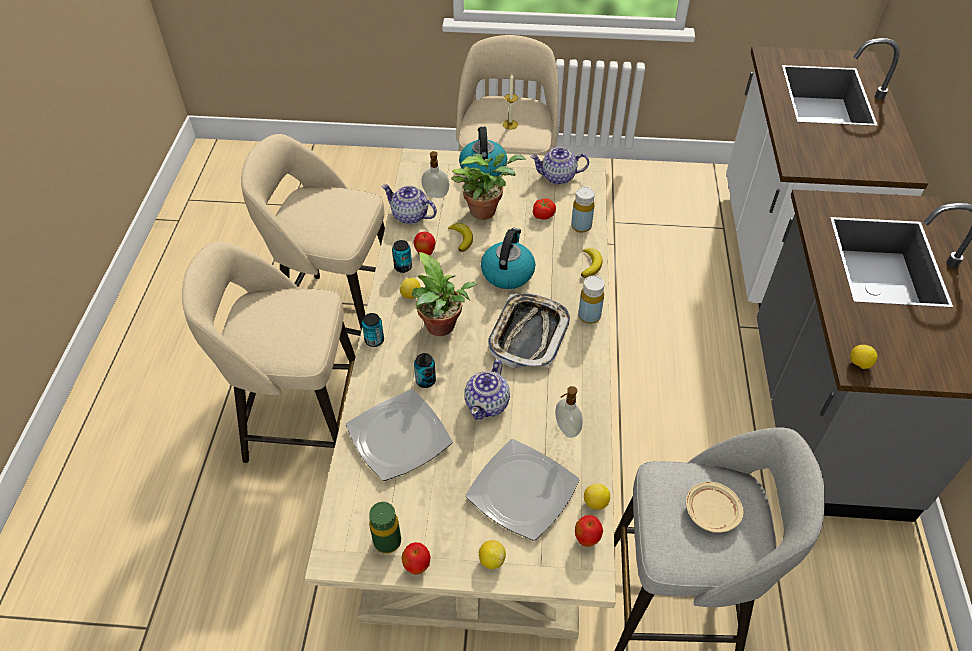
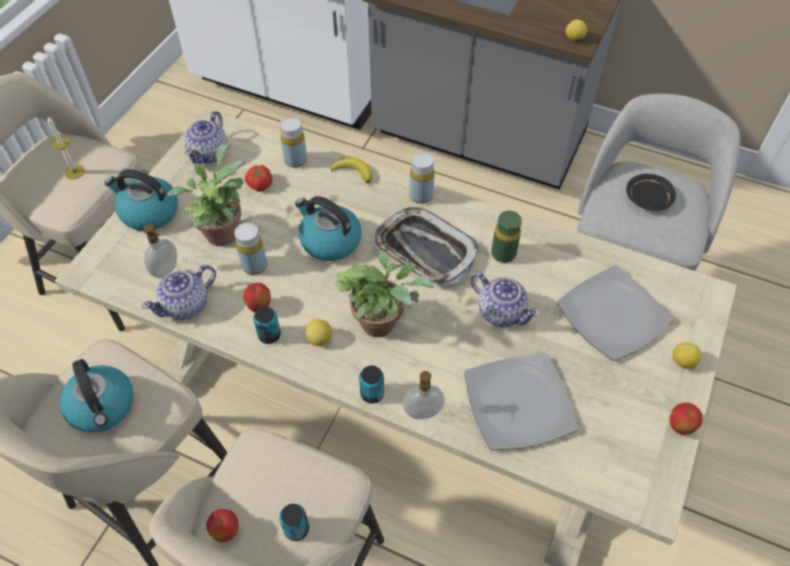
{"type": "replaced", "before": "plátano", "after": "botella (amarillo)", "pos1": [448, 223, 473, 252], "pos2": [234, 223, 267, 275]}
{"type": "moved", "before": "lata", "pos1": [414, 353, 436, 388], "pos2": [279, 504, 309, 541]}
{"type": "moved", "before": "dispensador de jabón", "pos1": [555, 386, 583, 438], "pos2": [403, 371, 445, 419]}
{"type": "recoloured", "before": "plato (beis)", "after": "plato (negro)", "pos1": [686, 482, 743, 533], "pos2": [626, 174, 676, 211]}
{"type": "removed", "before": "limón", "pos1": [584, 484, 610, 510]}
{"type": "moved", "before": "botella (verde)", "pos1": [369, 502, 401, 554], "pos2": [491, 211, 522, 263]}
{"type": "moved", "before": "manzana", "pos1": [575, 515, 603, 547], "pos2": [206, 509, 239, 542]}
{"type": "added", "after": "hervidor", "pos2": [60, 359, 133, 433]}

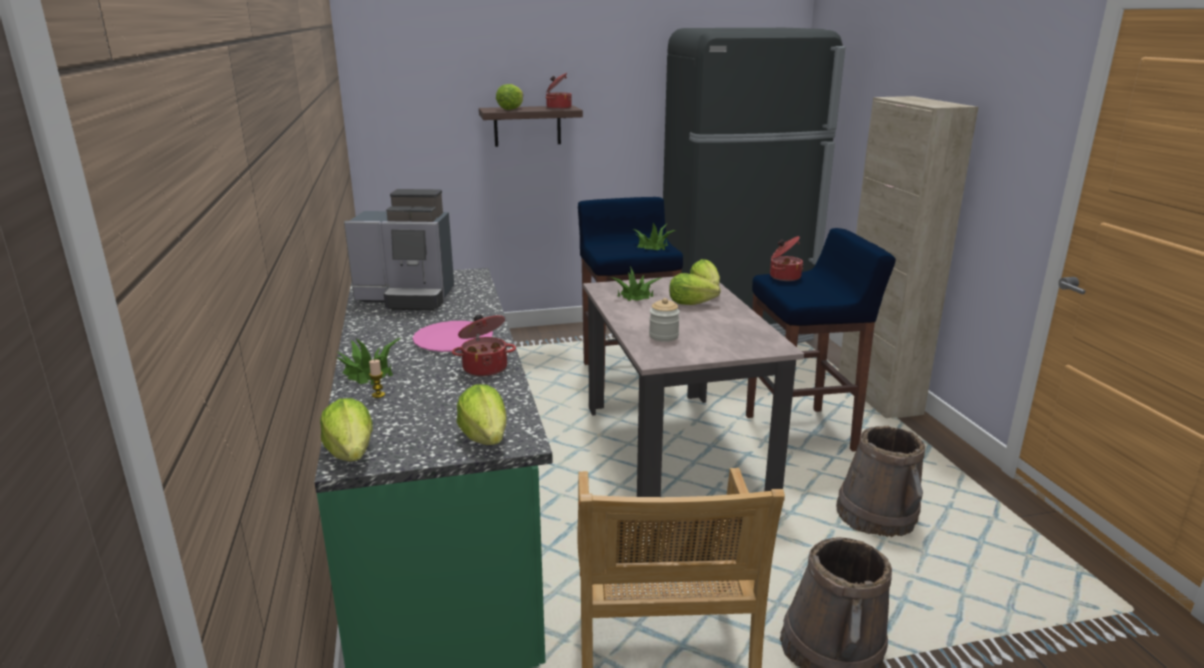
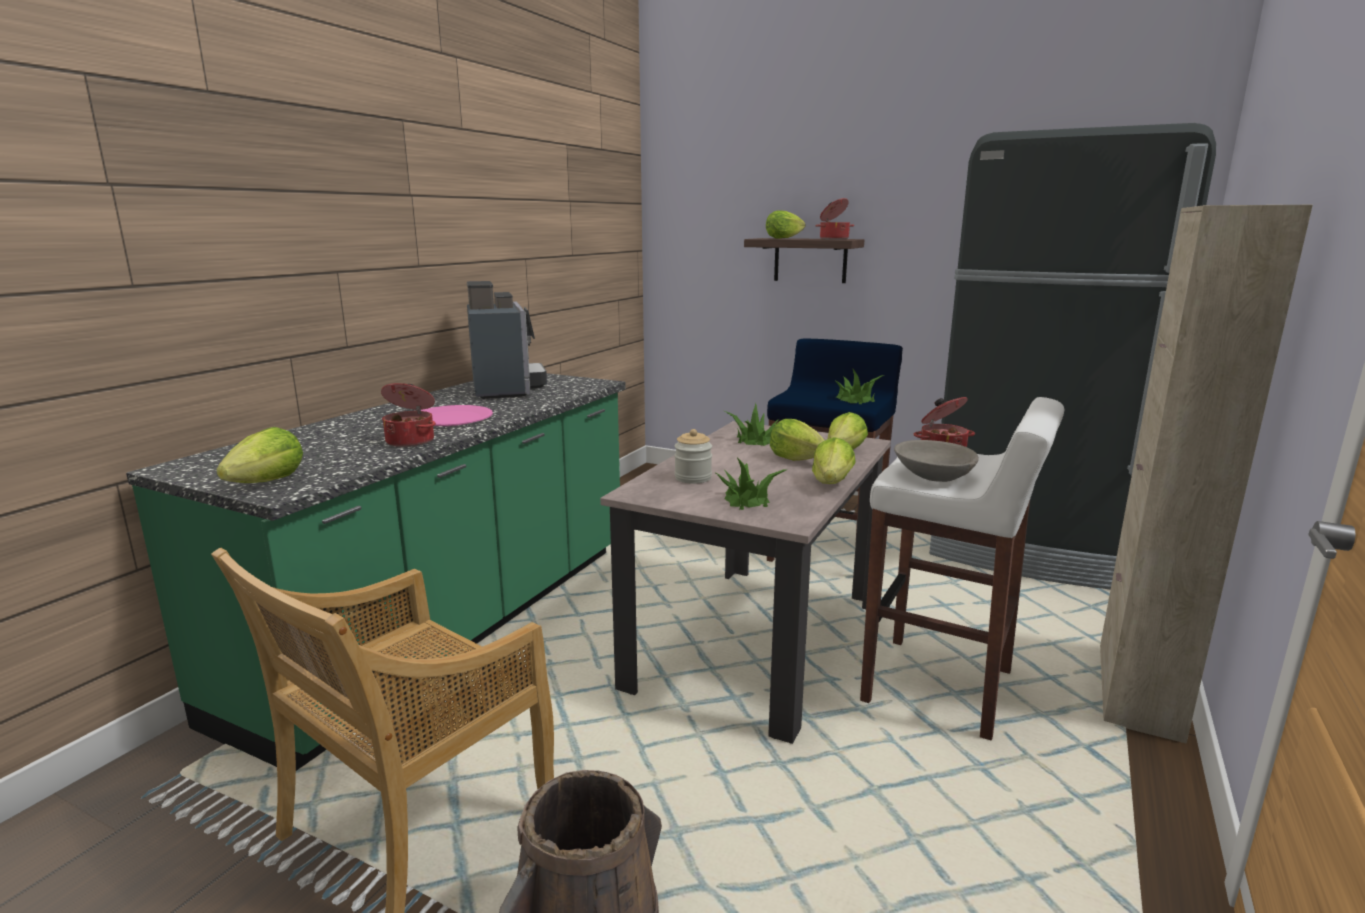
{"type": "turned", "before": "cafetera", "pos1": [344, 189, 454, 311], "pos2": [467, 281, 547, 399], "turn": -150}
{"type": "recoloured", "before": "taburete (azul)", "after": "taburete (blanco)", "pos1": [746, 228, 896, 452], "pos2": [860, 397, 1064, 741]}
{"type": "moved", "before": "planta en maceta", "pos1": [335, 338, 401, 385], "pos2": [714, 458, 786, 510]}
{"type": "removed", "before": "vela", "pos1": [369, 360, 385, 398]}
{"type": "moved", "before": "lechuga", "pos1": [320, 398, 373, 461], "pos2": [812, 437, 856, 484]}
{"type": "removed", "before": "cubo (marrón)", "pos1": [836, 426, 925, 537]}
{"type": "added", "after": "cuenco (gris)", "pos2": [894, 440, 979, 482]}

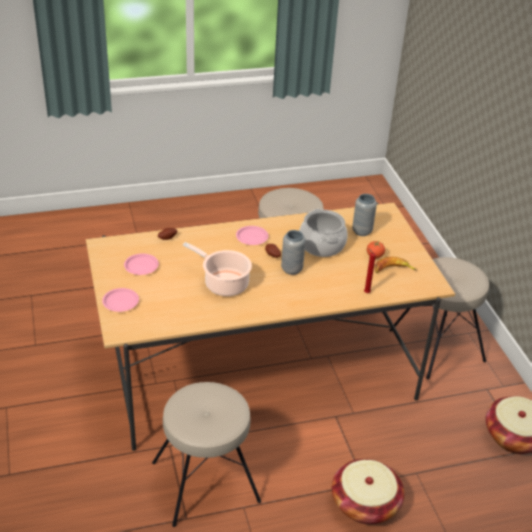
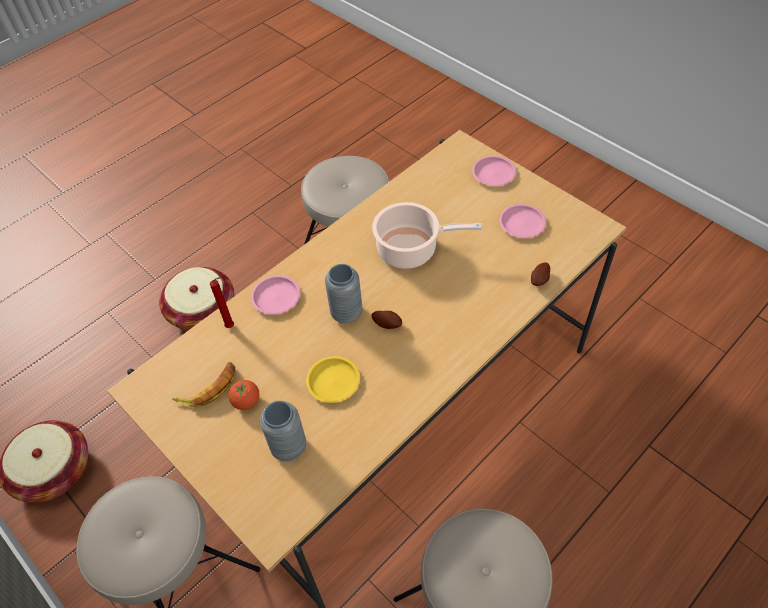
{"type": "replaced", "before": "olla", "after": "plato (amarillo)", "pos1": [299, 209, 347, 257], "pos2": [306, 356, 360, 403]}
{"type": "moved", "before": "plato (rosa)", "pos1": [236, 226, 269, 245], "pos2": [251, 275, 300, 315]}

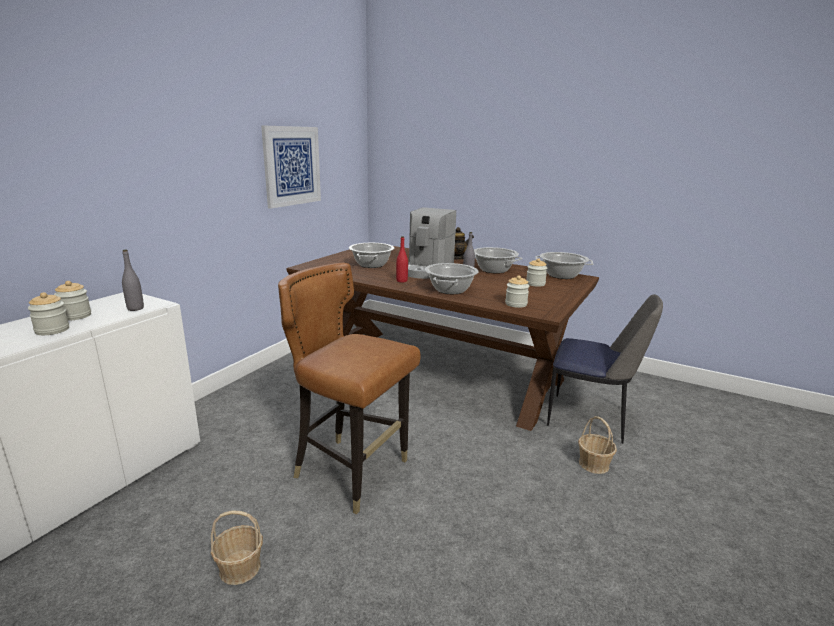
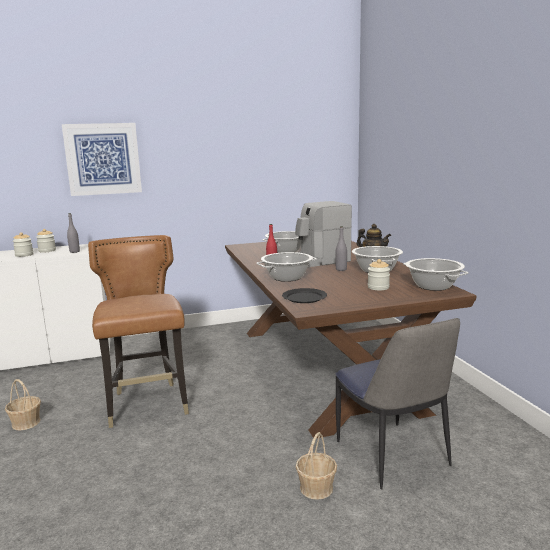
{"type": "moved", "before": "cuadro", "pos1": [261, 125, 321, 209], "pos2": [62, 123, 142, 196]}
{"type": "replaced", "before": "tarro", "after": "plato (negro)", "pos1": [505, 275, 529, 308], "pos2": [282, 288, 327, 303]}

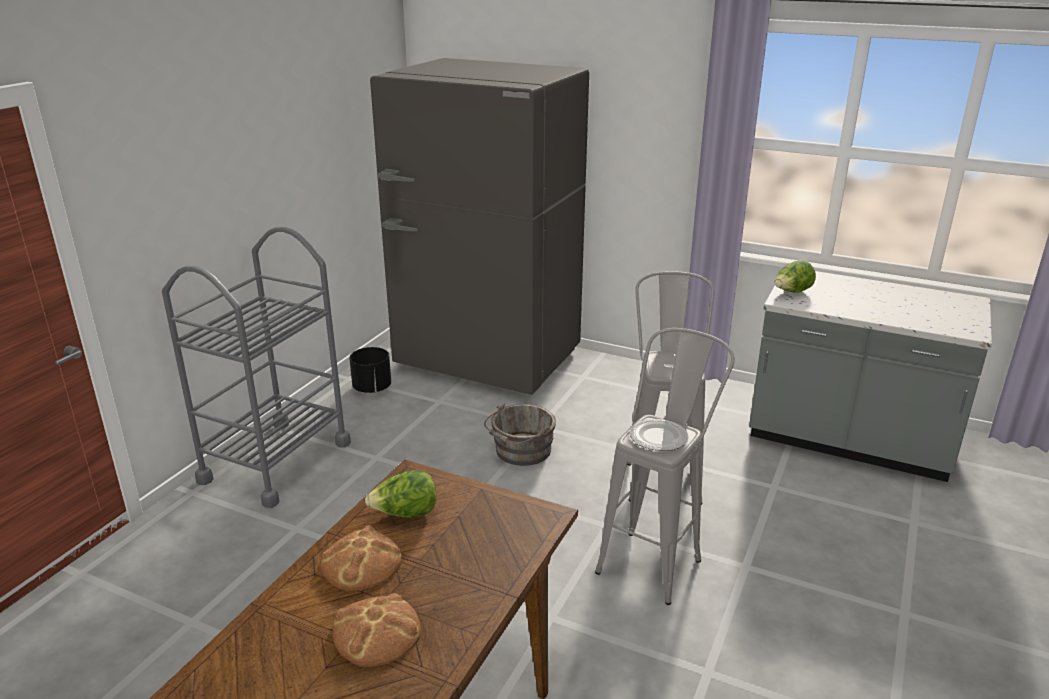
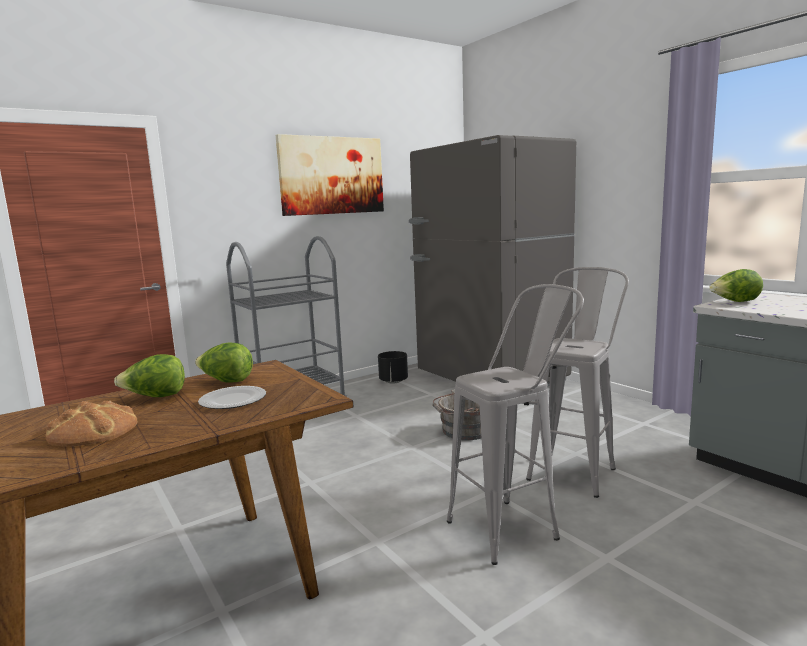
{"type": "moved", "before": "plato", "pos1": [630, 419, 689, 451], "pos2": [198, 386, 266, 409]}
{"type": "replaced", "before": "pan", "after": "lechuga", "pos1": [320, 525, 402, 591], "pos2": [114, 354, 185, 397]}
{"type": "added", "after": "cuadro", "pos2": [276, 134, 384, 216]}

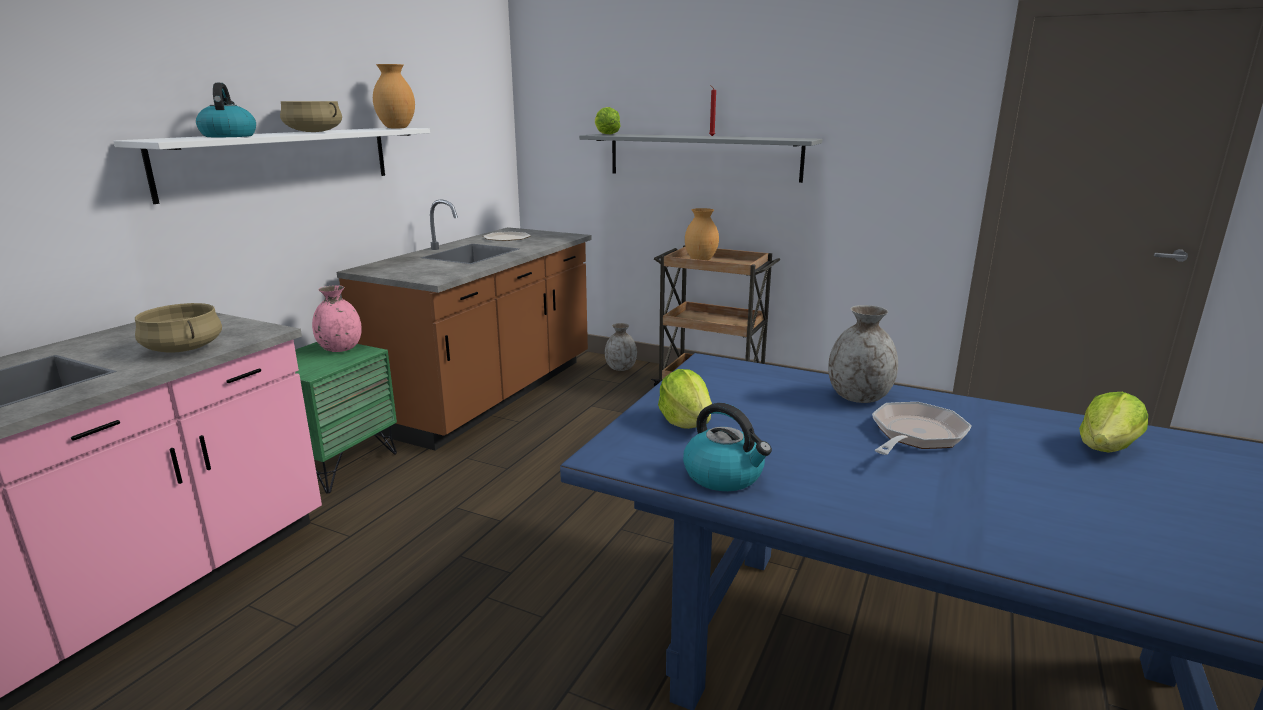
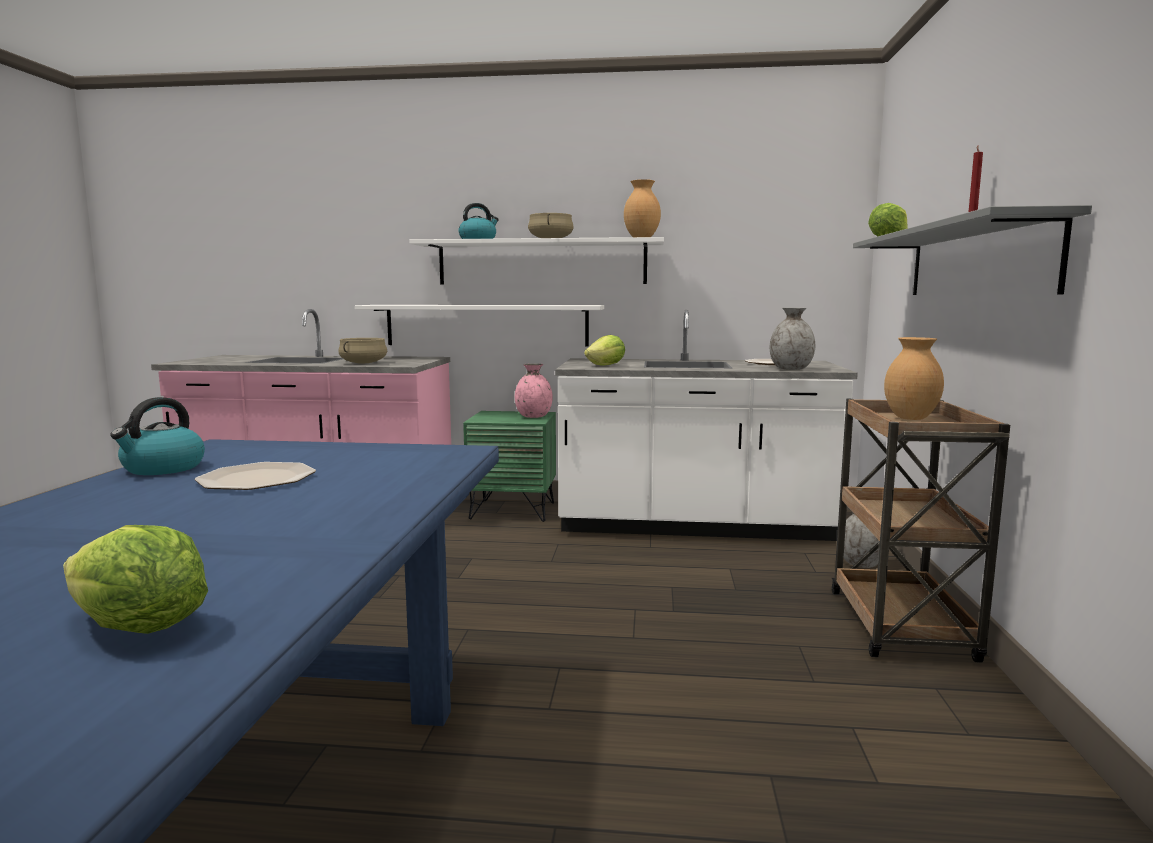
{"type": "recoloured", "before": "mueble bajo de cocina (marrón)", "after": "mueble bajo de cocina (blanco)", "pos1": [336, 199, 591, 450], "pos2": [555, 310, 858, 541]}
{"type": "moved", "before": "florero (gris)", "pos1": [828, 305, 898, 403], "pos2": [770, 308, 815, 370]}
{"type": "moved", "before": "lechuga", "pos1": [658, 369, 712, 429], "pos2": [584, 335, 625, 365]}
{"type": "removed", "before": "sartén", "pos1": [872, 402, 972, 455]}
{"type": "added", "after": "estante (blanco)", "pos2": [355, 305, 604, 347]}
{"type": "added", "after": "plato", "pos2": [194, 462, 316, 490]}

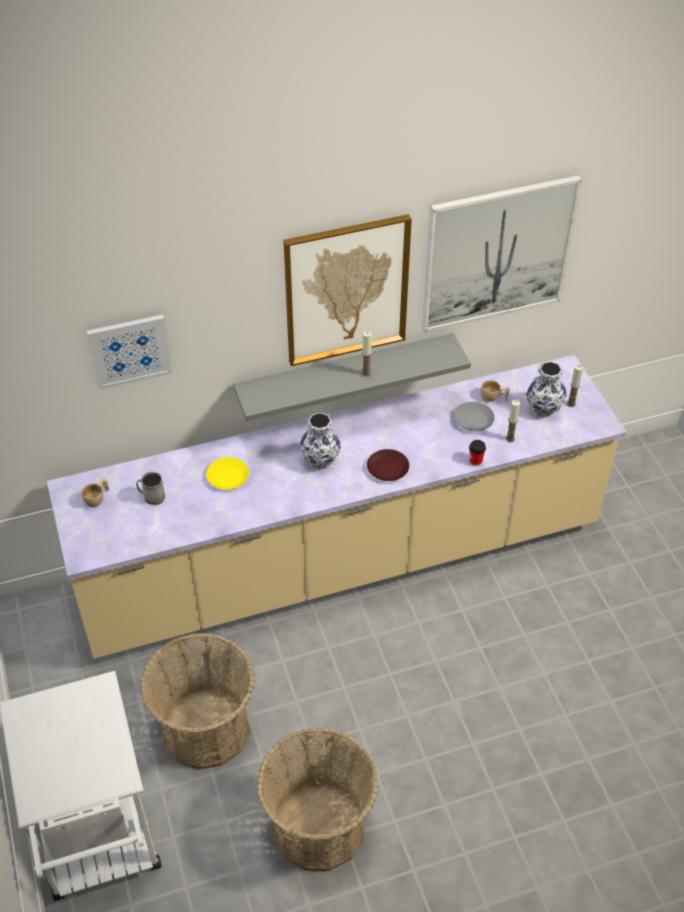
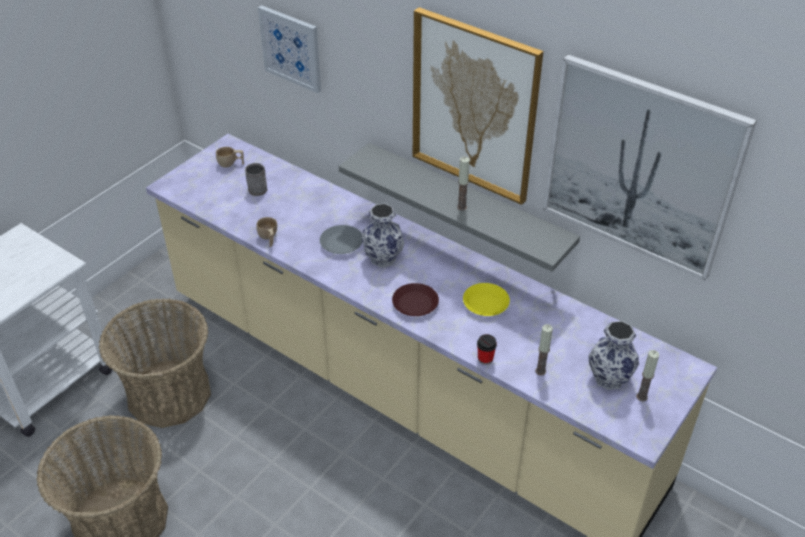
{"type": "moved", "before": "taza (beis)", "pos1": [481, 380, 509, 402], "pos2": [256, 217, 277, 247]}
{"type": "moved", "before": "plato (gris)", "pos1": [454, 402, 495, 431], "pos2": [320, 225, 363, 254]}
{"type": "moved", "before": "plato (amarillo)", "pos1": [206, 457, 249, 490], "pos2": [463, 283, 510, 316]}

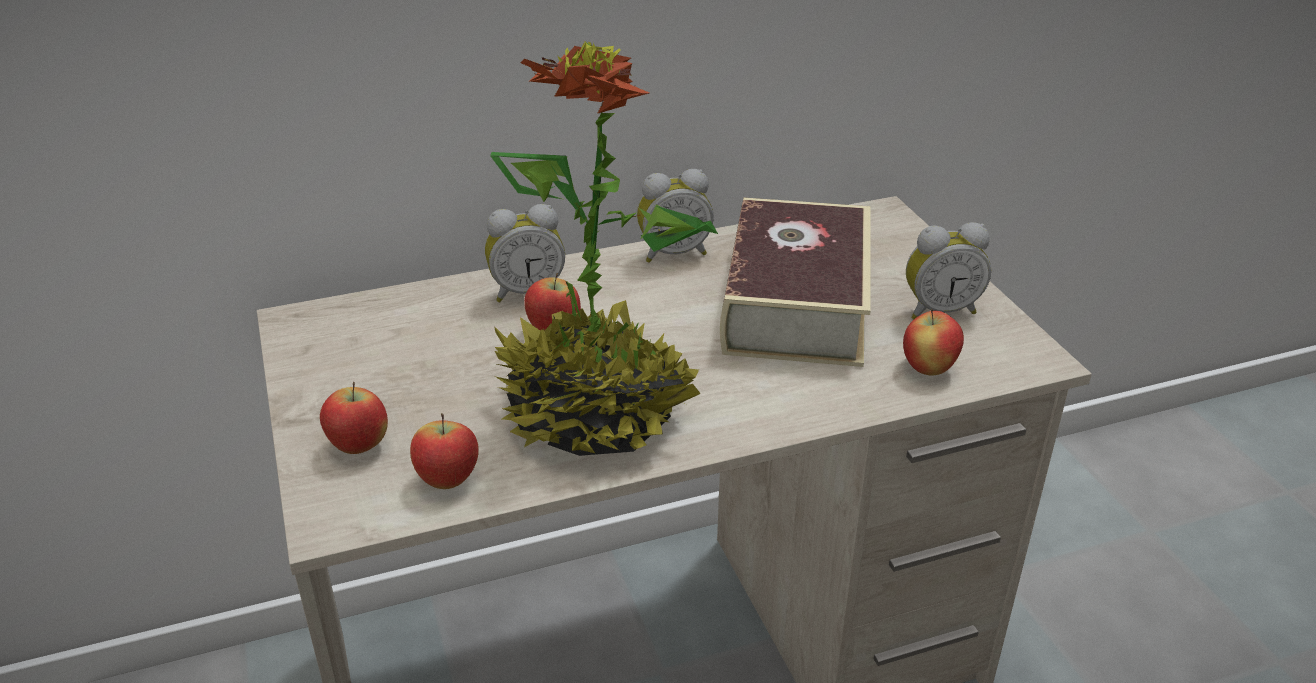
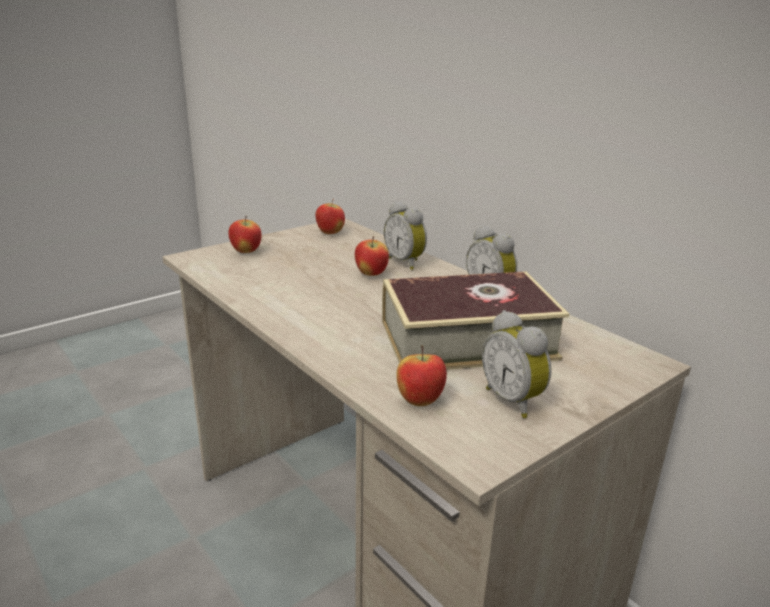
{"type": "removed", "before": "planta en maceta", "pos1": [490, 41, 718, 456]}
{"type": "moved", "before": "manzana", "pos1": [410, 413, 479, 489], "pos2": [316, 199, 345, 234]}

